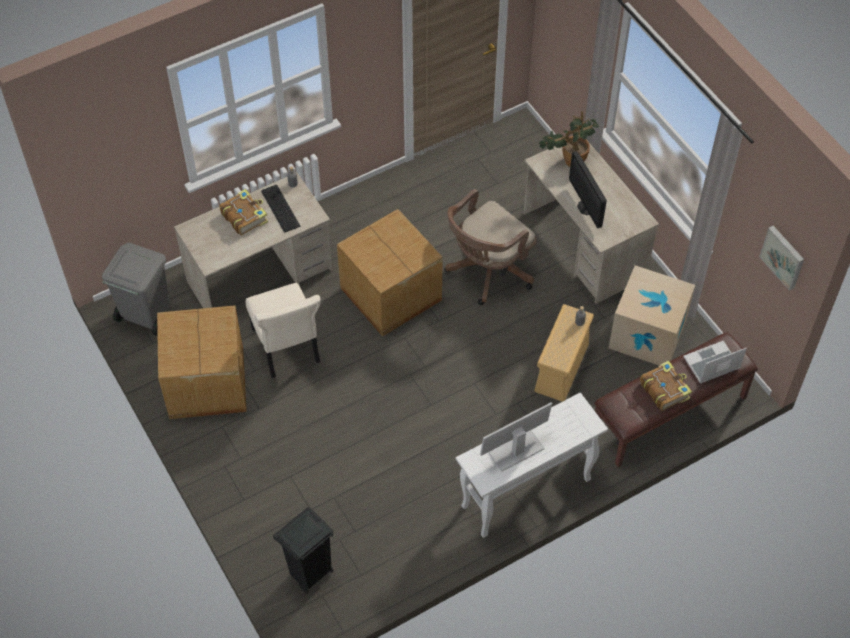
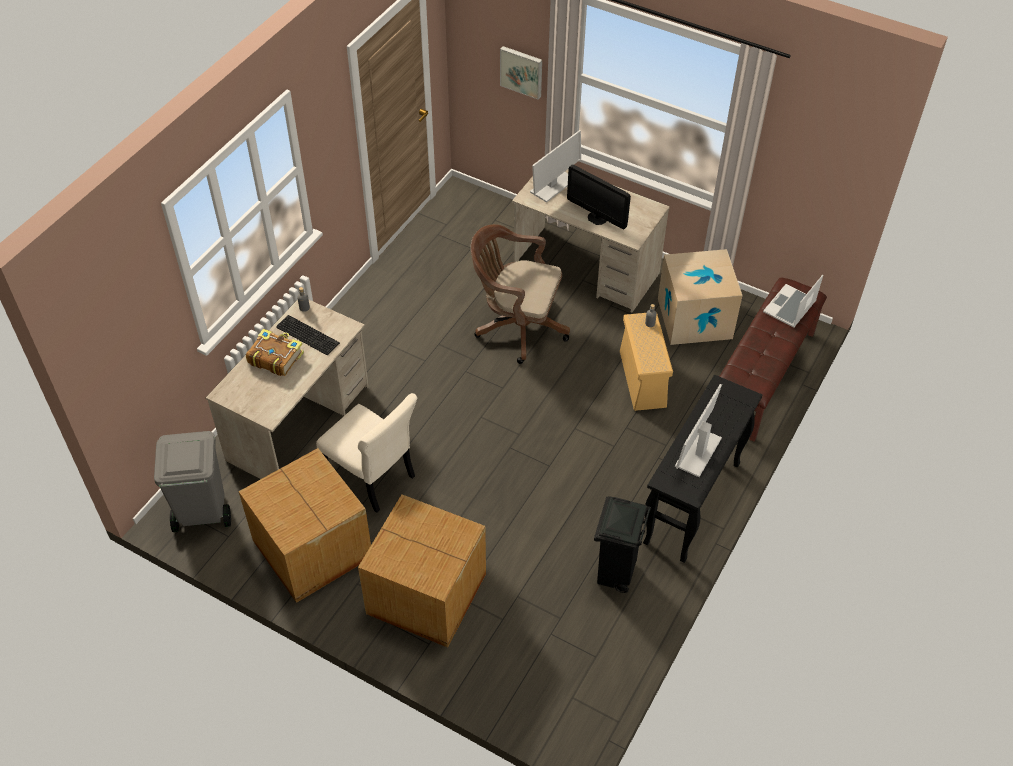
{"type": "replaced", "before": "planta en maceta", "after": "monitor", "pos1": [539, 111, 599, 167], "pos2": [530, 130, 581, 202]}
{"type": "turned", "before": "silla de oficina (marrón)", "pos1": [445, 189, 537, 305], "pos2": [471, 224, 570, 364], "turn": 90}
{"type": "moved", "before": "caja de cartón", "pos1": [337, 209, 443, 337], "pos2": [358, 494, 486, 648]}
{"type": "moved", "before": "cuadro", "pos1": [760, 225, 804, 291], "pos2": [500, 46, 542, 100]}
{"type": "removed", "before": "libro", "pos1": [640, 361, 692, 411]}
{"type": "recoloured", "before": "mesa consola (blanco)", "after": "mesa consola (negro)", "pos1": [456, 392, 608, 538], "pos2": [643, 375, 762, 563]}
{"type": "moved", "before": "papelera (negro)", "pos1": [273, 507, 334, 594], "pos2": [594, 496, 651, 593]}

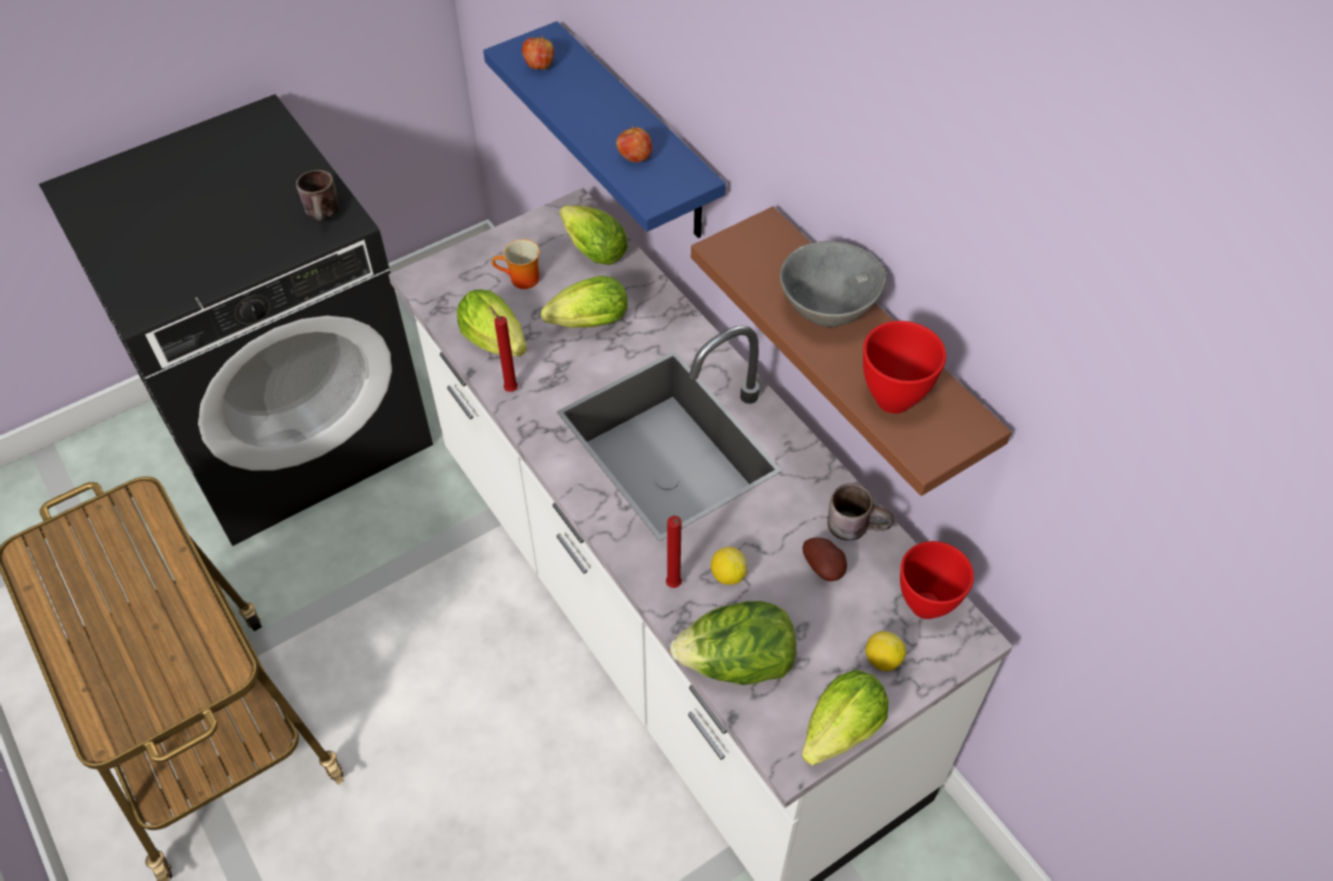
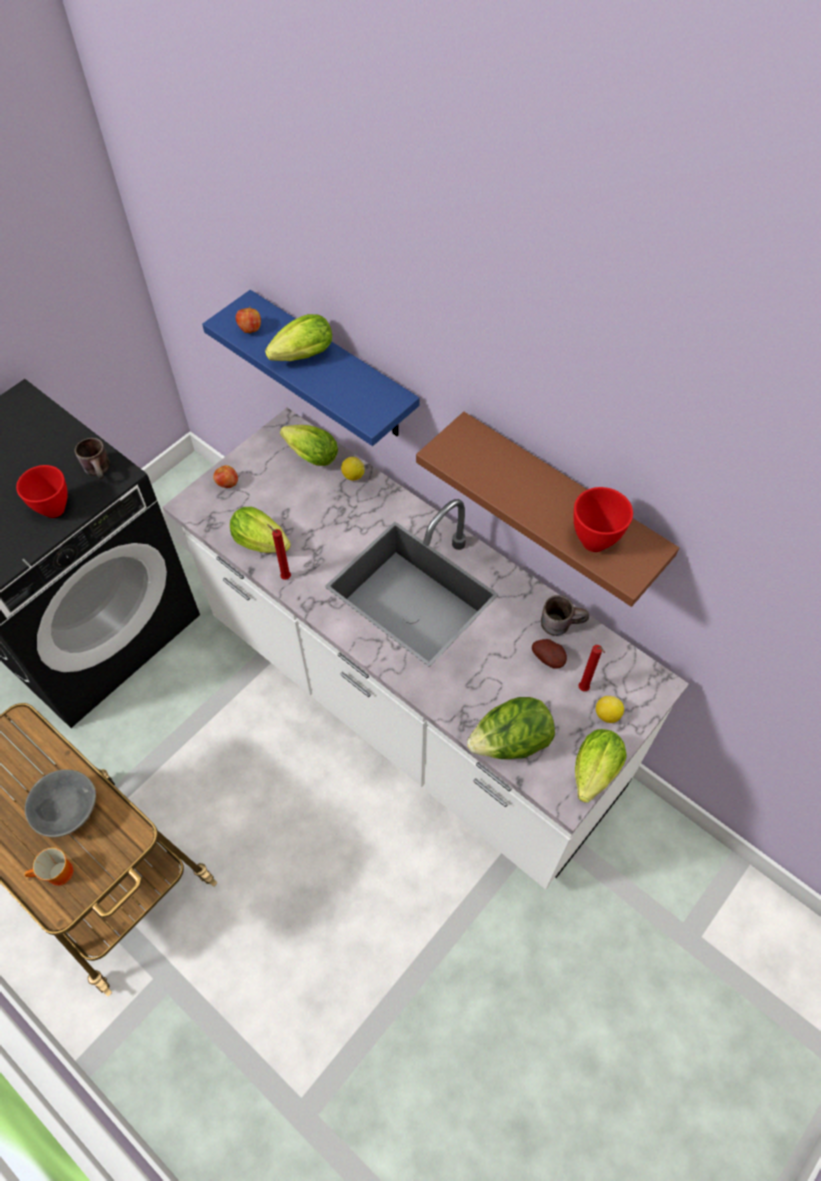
{"type": "moved", "before": "manzana", "pos1": [616, 125, 652, 162], "pos2": [213, 465, 238, 488]}
{"type": "moved", "before": "taza grande", "pos1": [492, 239, 540, 289], "pos2": [24, 847, 73, 886]}
{"type": "moved", "before": "cuenco (gris)", "pos1": [780, 241, 886, 327], "pos2": [25, 770, 96, 837]}
{"type": "moved", "before": "lechuga", "pos1": [541, 276, 628, 328], "pos2": [265, 314, 332, 361]}
{"type": "moved", "before": "vela (rojo)", "pos1": [666, 516, 682, 588], "pos2": [578, 645, 605, 691]}
{"type": "moved", "before": "cuenco (rojo)", "pos1": [900, 541, 974, 619], "pos2": [16, 465, 68, 518]}
{"type": "moved", "before": "limón", "pos1": [711, 547, 748, 585], "pos2": [341, 457, 365, 480]}

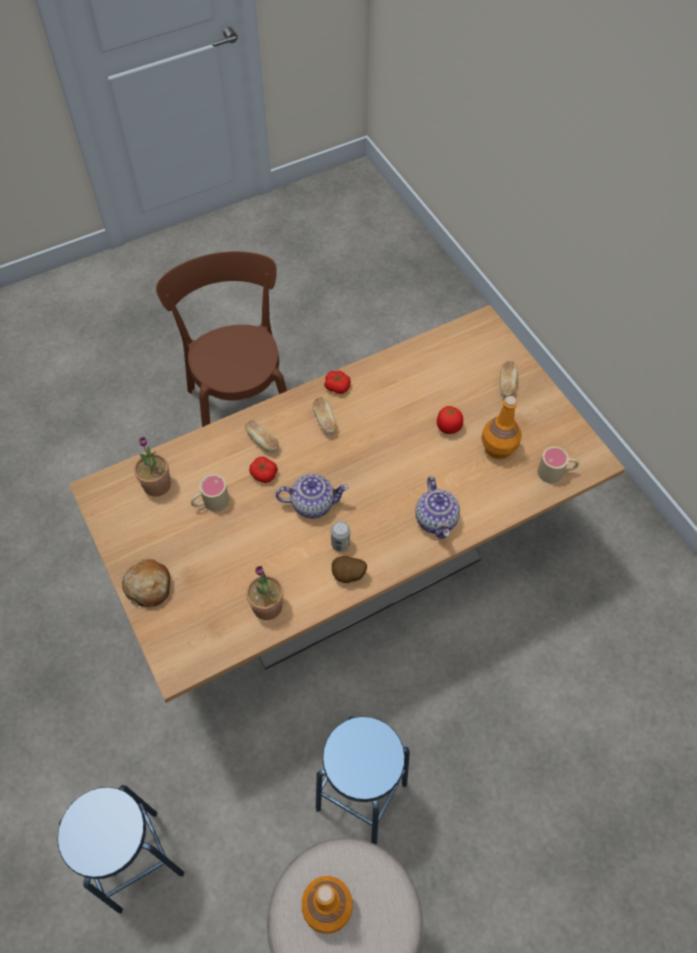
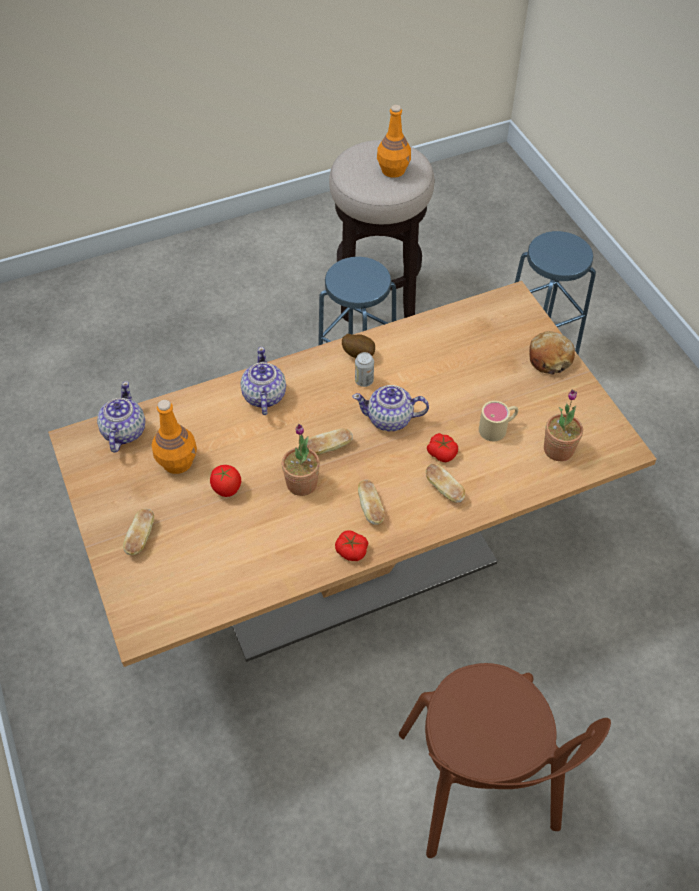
{"type": "replaced", "before": "taza grande (beis)", "after": "tetera", "pos1": [538, 447, 579, 483], "pos2": [97, 381, 145, 453]}
{"type": "moved", "before": "planta en maceta", "pos1": [246, 566, 283, 620], "pos2": [282, 424, 320, 496]}
{"type": "added", "after": "pan", "pos2": [307, 428, 353, 455]}

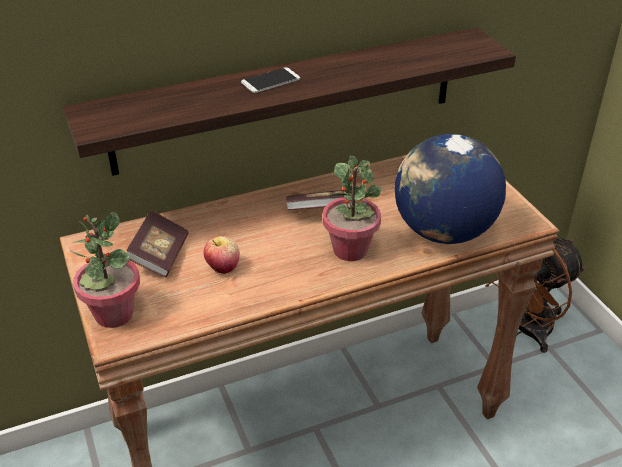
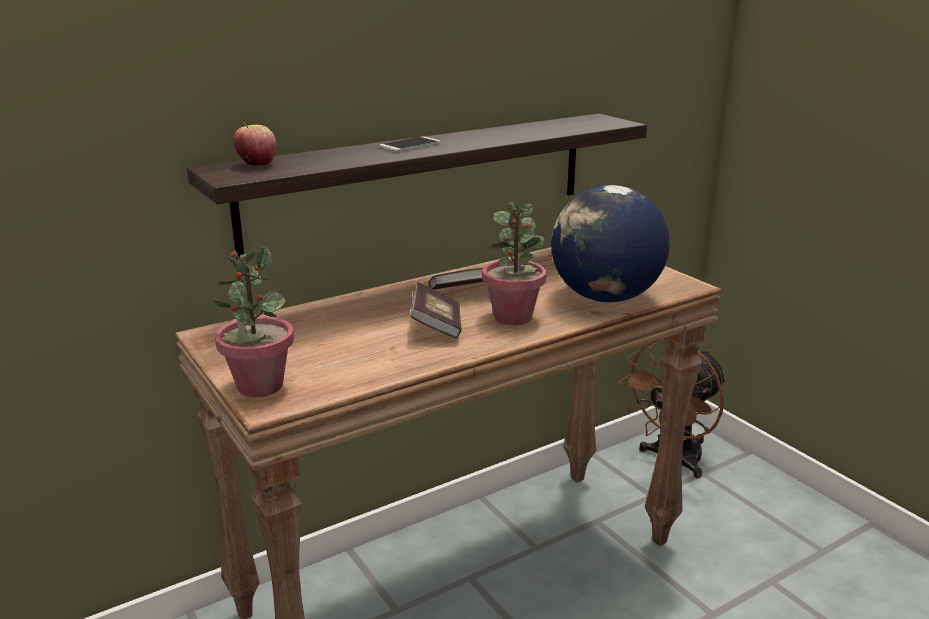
{"type": "moved", "before": "libro", "pos1": [126, 210, 189, 277], "pos2": [410, 282, 462, 338]}
{"type": "moved", "before": "manzana", "pos1": [204, 236, 240, 274], "pos2": [234, 122, 276, 166]}

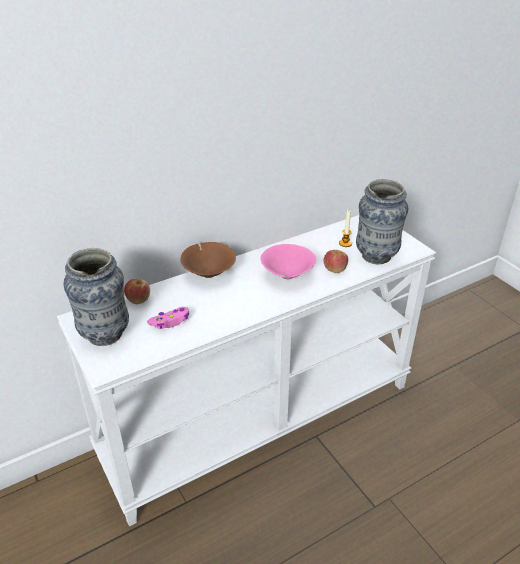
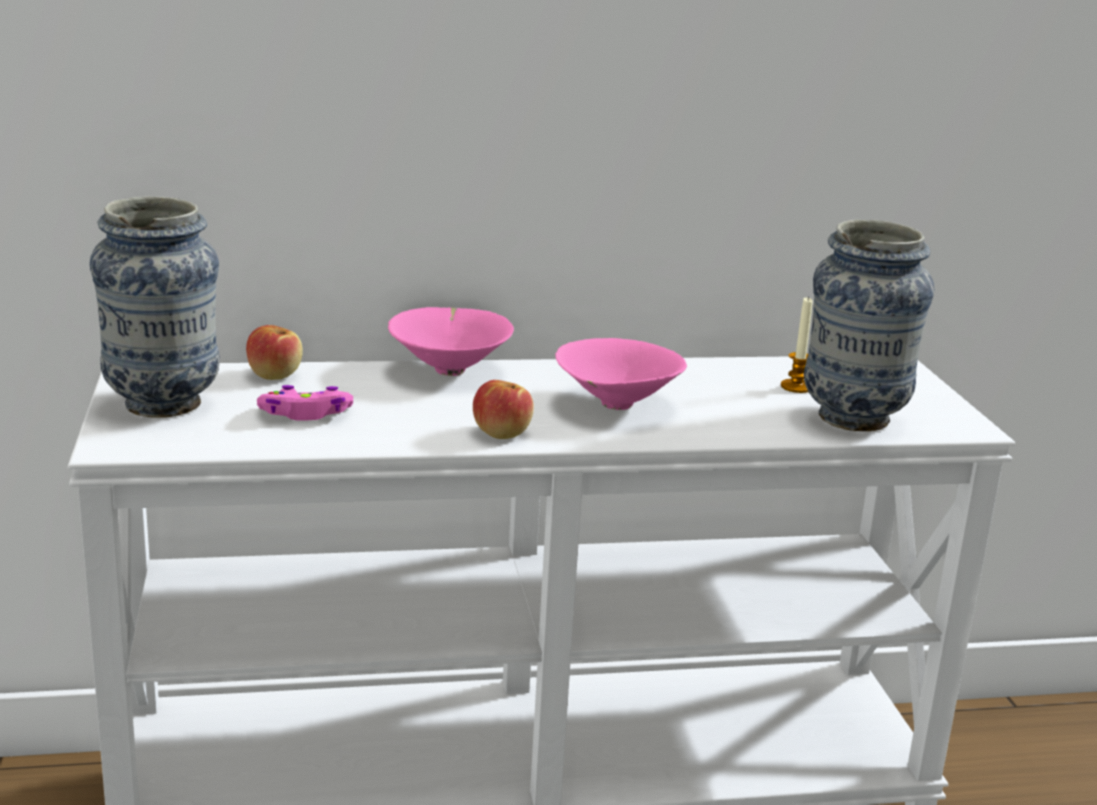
{"type": "recoloured", "before": "cuenco (marrón)", "after": "cuenco (rosa)", "pos1": [180, 242, 236, 278], "pos2": [388, 307, 514, 376]}
{"type": "moved", "before": "manzana", "pos1": [324, 250, 348, 273], "pos2": [473, 380, 534, 439]}

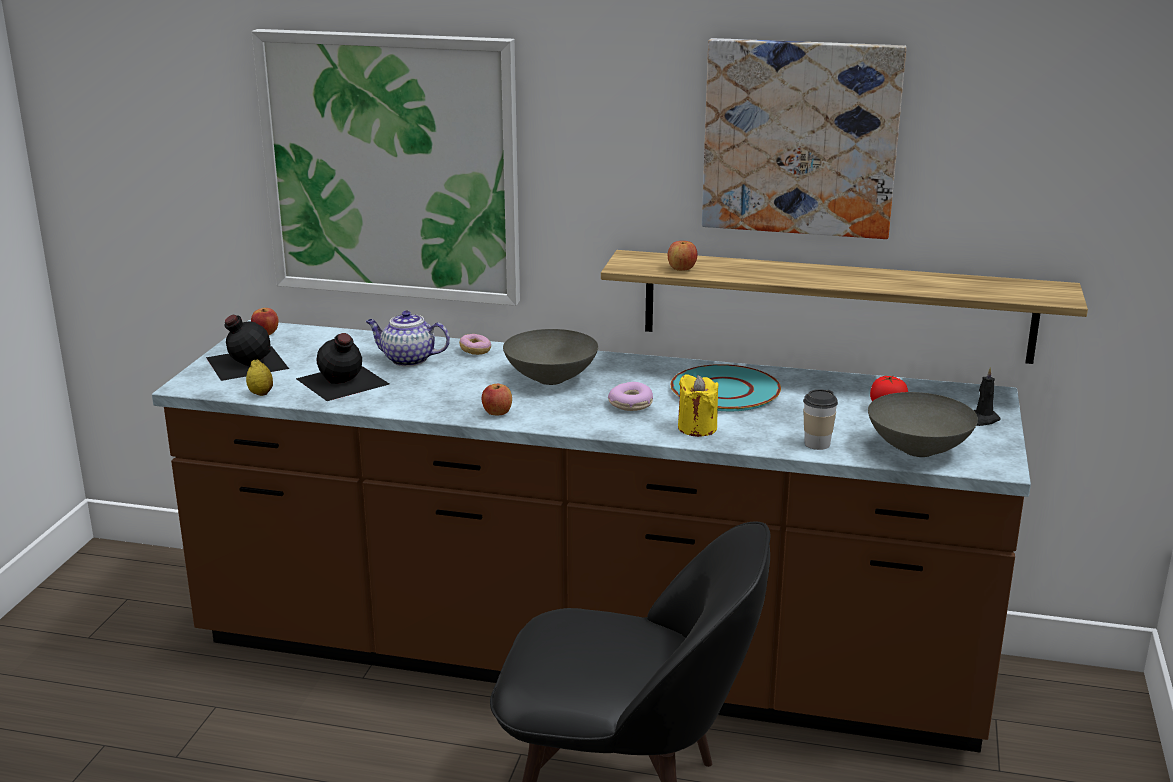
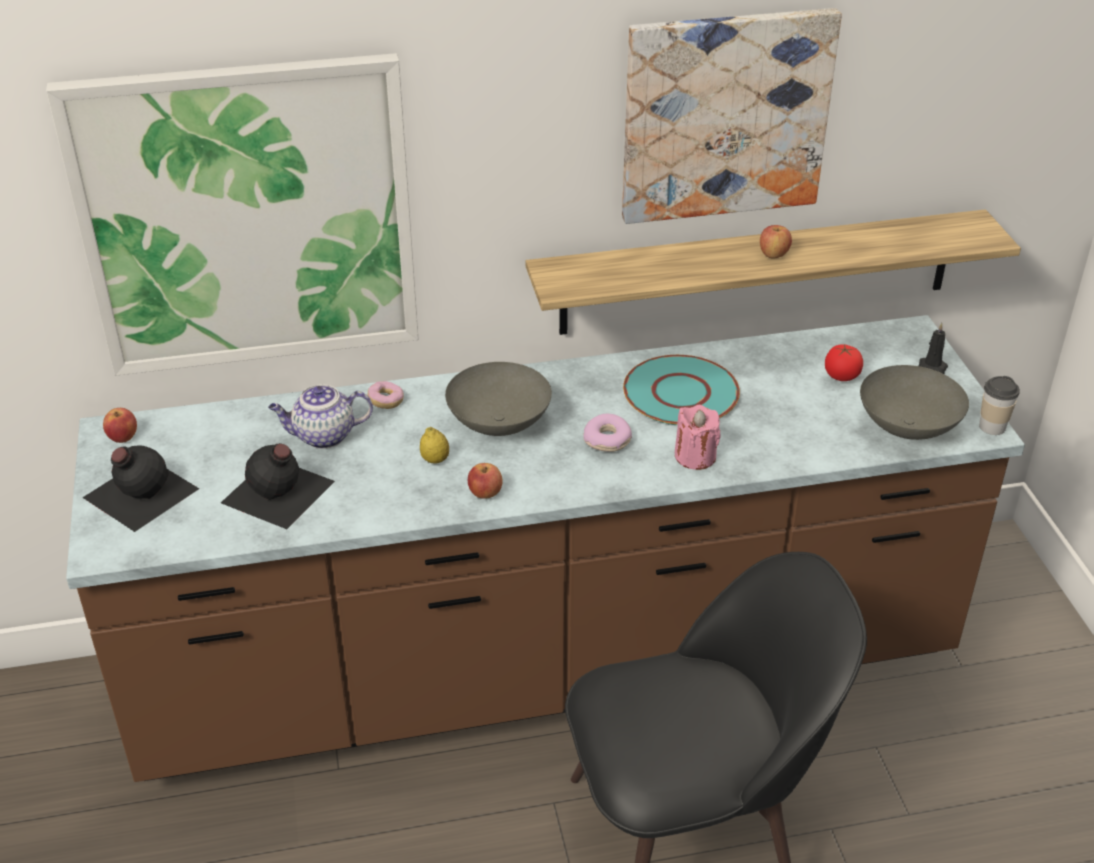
{"type": "moved", "before": "manzana", "pos1": [668, 241, 697, 271], "pos2": [760, 225, 792, 259]}
{"type": "moved", "before": "limón", "pos1": [246, 360, 273, 396], "pos2": [420, 427, 449, 463]}
{"type": "recoloured", "before": "vela (amarillo)", "after": "vela (rosa)", "pos1": [678, 374, 719, 437], "pos2": [675, 405, 721, 470]}
{"type": "moved", "before": "taza", "pos1": [803, 389, 838, 450], "pos2": [979, 376, 1020, 435]}

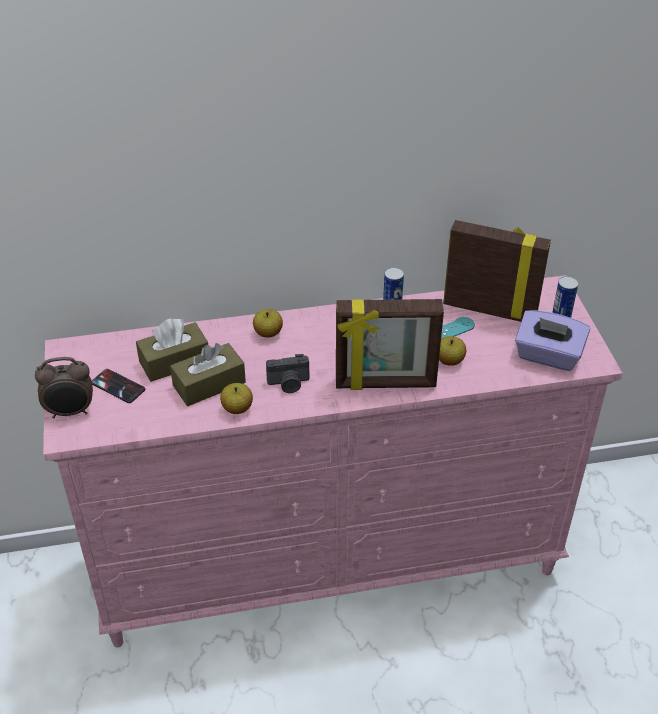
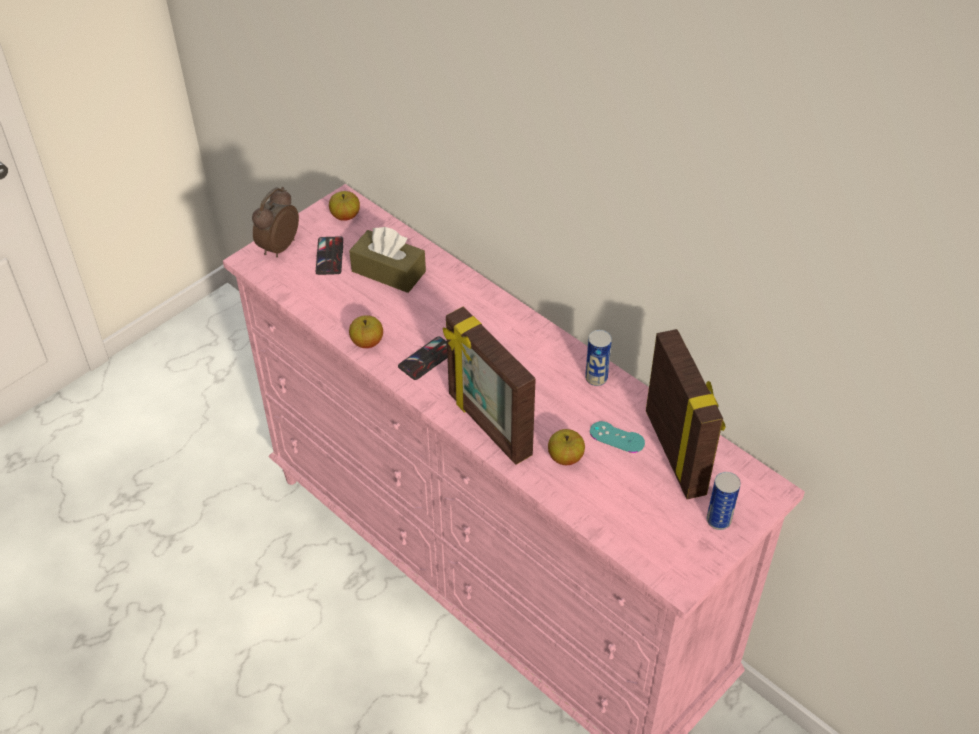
{"type": "moved", "before": "manzana", "pos1": [253, 309, 283, 338], "pos2": [329, 191, 360, 221]}
{"type": "removed", "before": "caja de pañuelos (morado)", "pos1": [515, 310, 590, 371]}
{"type": "removed", "before": "caja de pañuelos (marrón)", "pos1": [170, 343, 246, 406]}
{"type": "replaced", "before": "cámara", "after": "móvil", "pos1": [266, 354, 310, 393], "pos2": [398, 336, 447, 380]}
{"type": "turned", "before": "despertador", "pos1": [35, 357, 93, 418], "pos2": [252, 187, 299, 258], "turn": 75}

